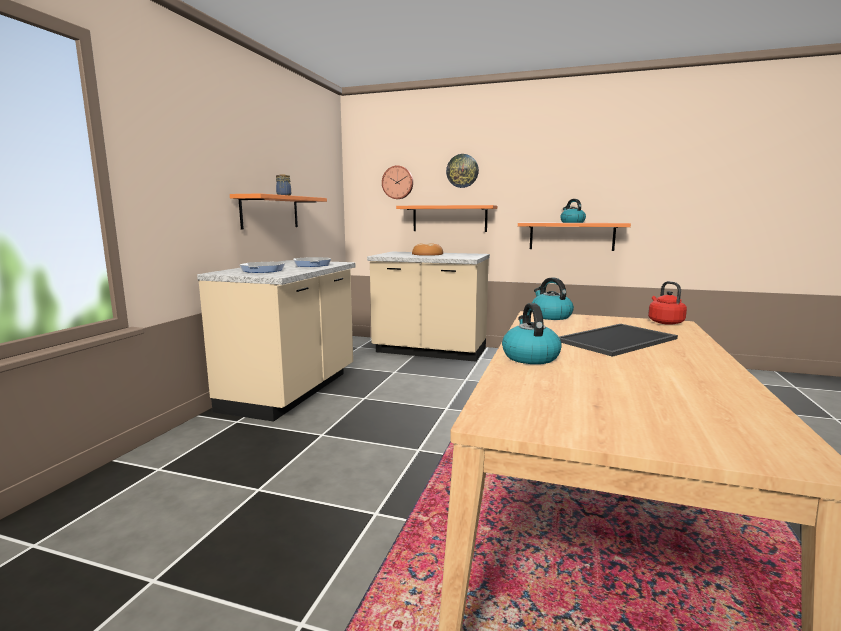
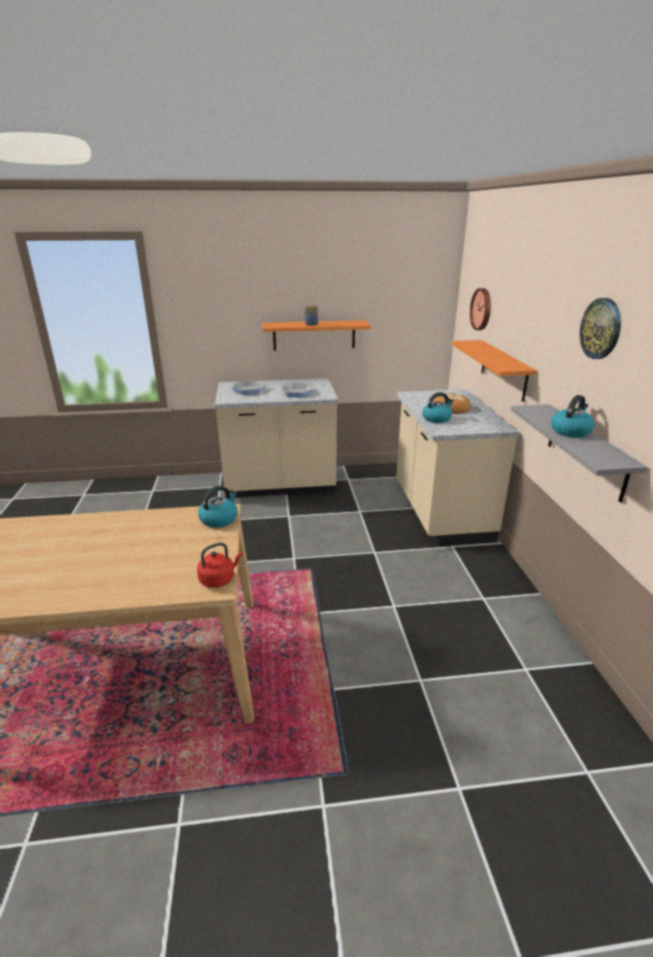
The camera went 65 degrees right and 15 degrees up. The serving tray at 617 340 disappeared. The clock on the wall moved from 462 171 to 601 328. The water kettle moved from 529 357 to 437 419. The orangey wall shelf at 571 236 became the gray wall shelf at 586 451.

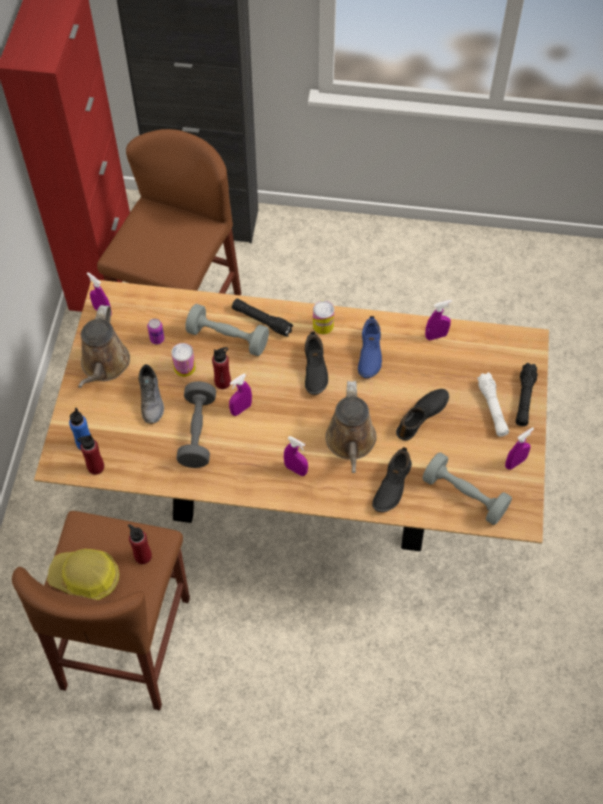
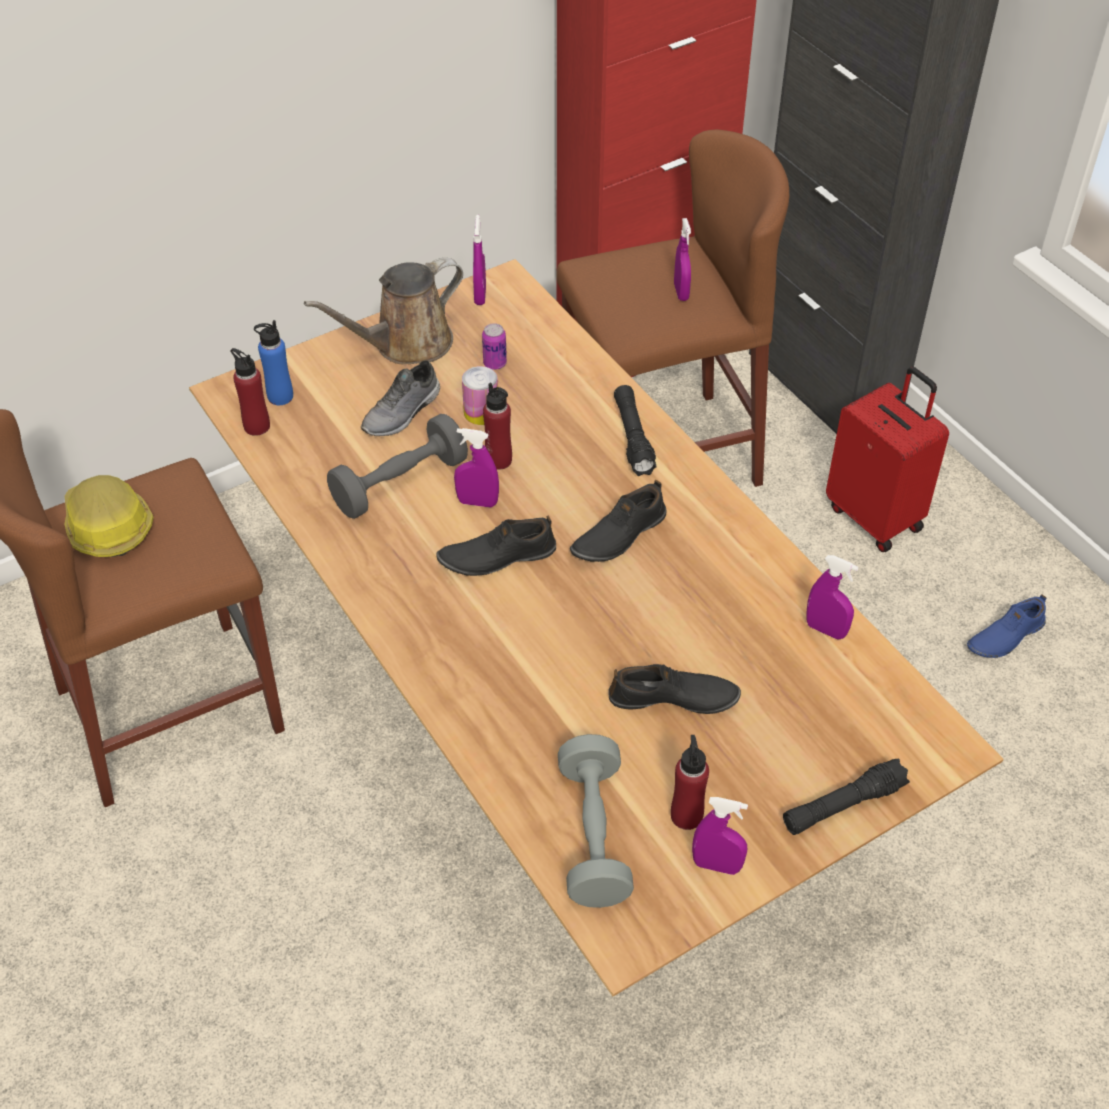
The camera went 50 degrees right and 10 degrees down. The gray dumbbell at 228 338 disappeared. The sealed can at 323 325 disappeared. The brown watering can at 351 443 disappeared. The whitish flashlight at 492 408 disappeared. The reddish travel case at 876 516 appeared. The reddish beverage bottle moved from 143 556 to 686 815. The purple-coloured spray bottle moved from 296 469 to 681 292. The blue low shoe moved from 369 354 to 1005 636. The black-coloured low shoe moved from 391 485 to 497 556.

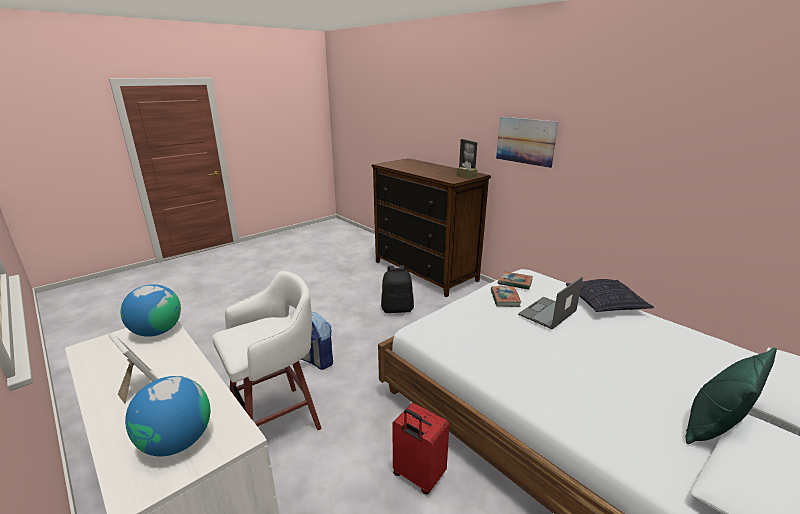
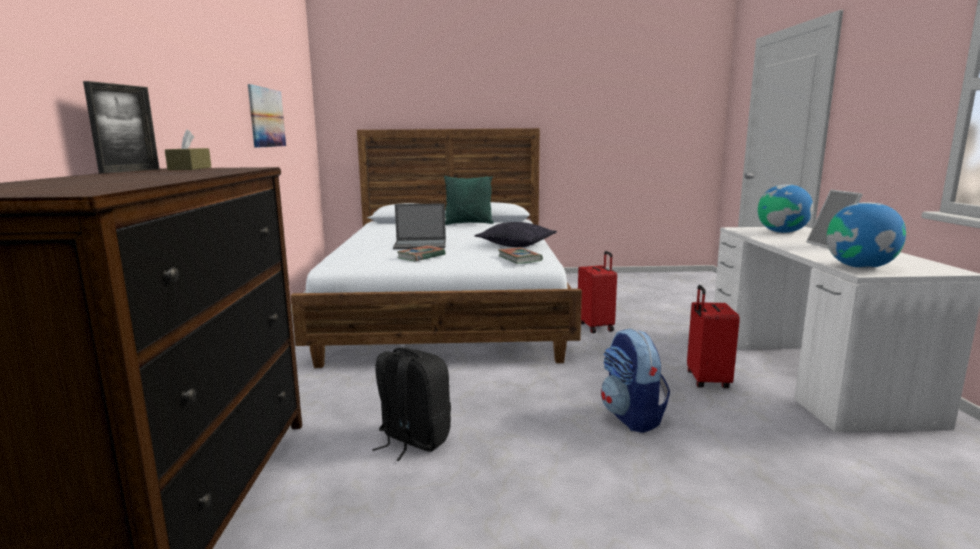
The camera went 140 degrees left and 10 degrees down. The picture moved from 525 141 to 267 117. The volume moved from 515 282 to 519 258. The cushion moved from 605 304 to 516 245. The whitish sitting stool at 278 421 was replaced by the reddish travel case at 706 380.

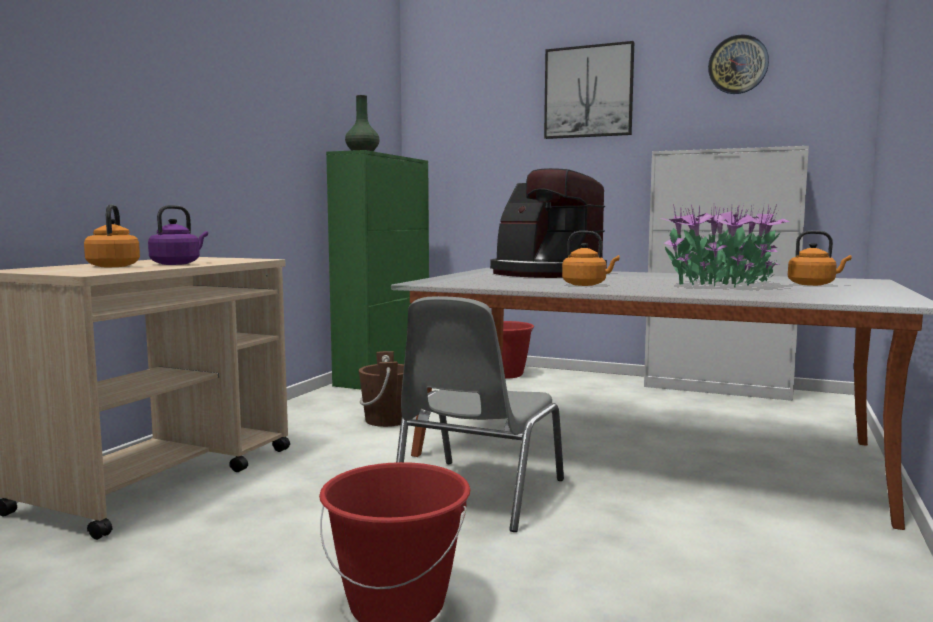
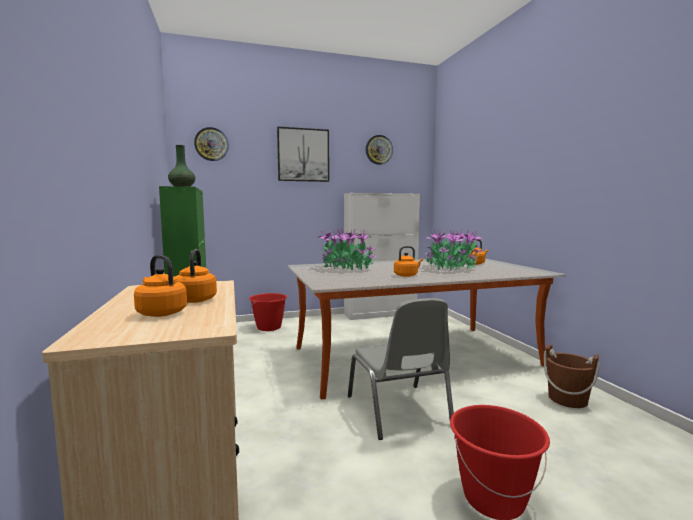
The camera went 40 degrees left and 0 degrees up. The clock on the wall at 211 144 appeared. The brown water bucket moved from 387 420 to 567 399. The coffee machine at 543 274 was replaced by the plant in a pot at 346 268. The purple-coloured water kettle at 177 264 became the orangey water kettle at 196 299.

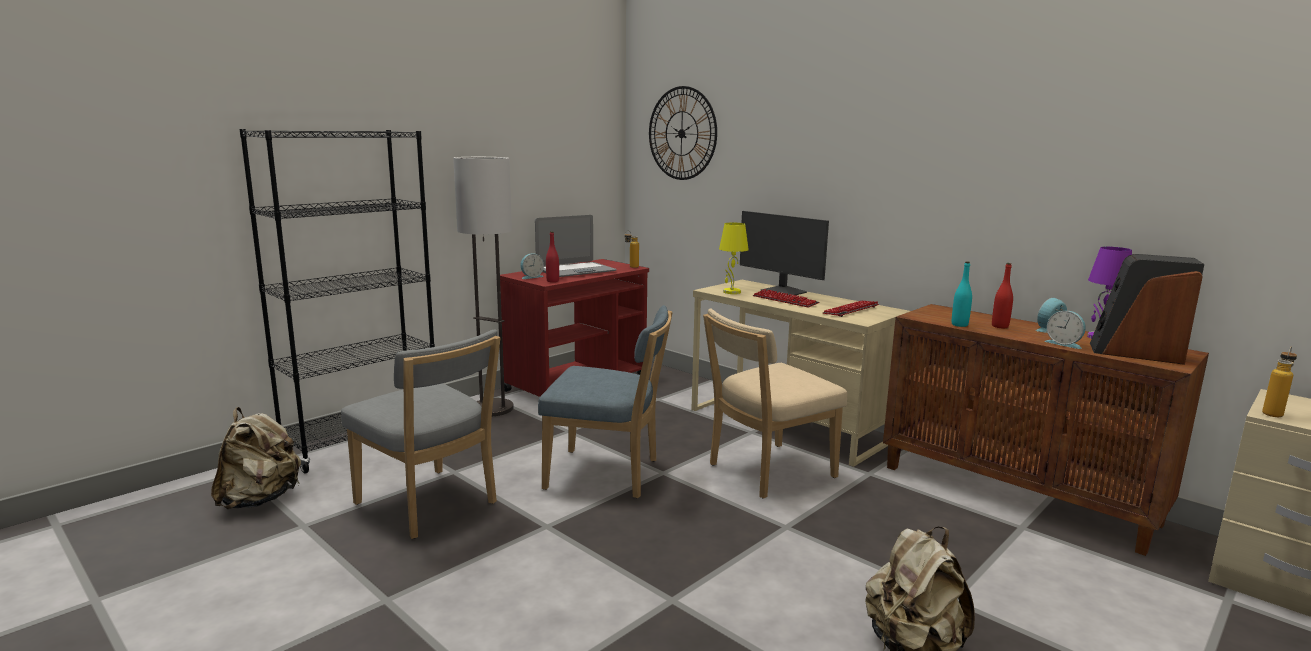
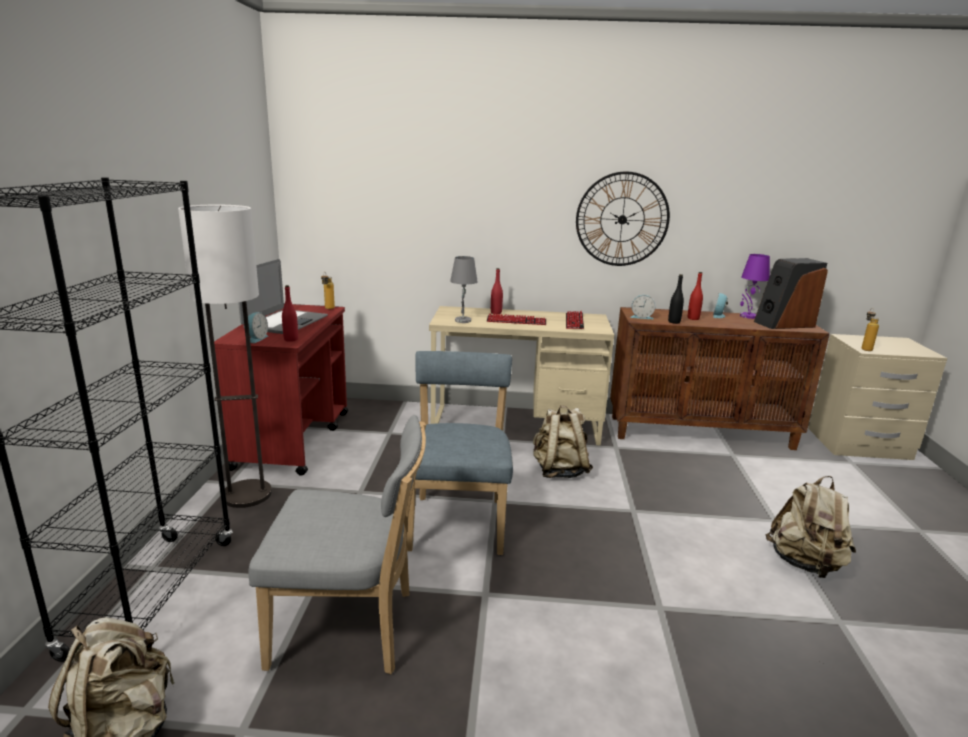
The camera went 40 degrees left and 5 degrees up. The clock on the wall moved from 682 133 to 622 219. The table clock moved from 1064 344 to 641 317. The beige-coloured plain chair at 766 472 was replaced by the beige-coloured knapsack at 559 471. The computer display at 783 291 was replaced by the reddish beverage bottle at 496 313. The yellowish tabletop lamp at 731 292 became the gray tabletop lamp at 463 321. The blue-green beverage bottle at 959 325 became the black-coloured beverage bottle at 674 322. The blue plain chair at 608 475 turned 60 degrees counterclockwise.

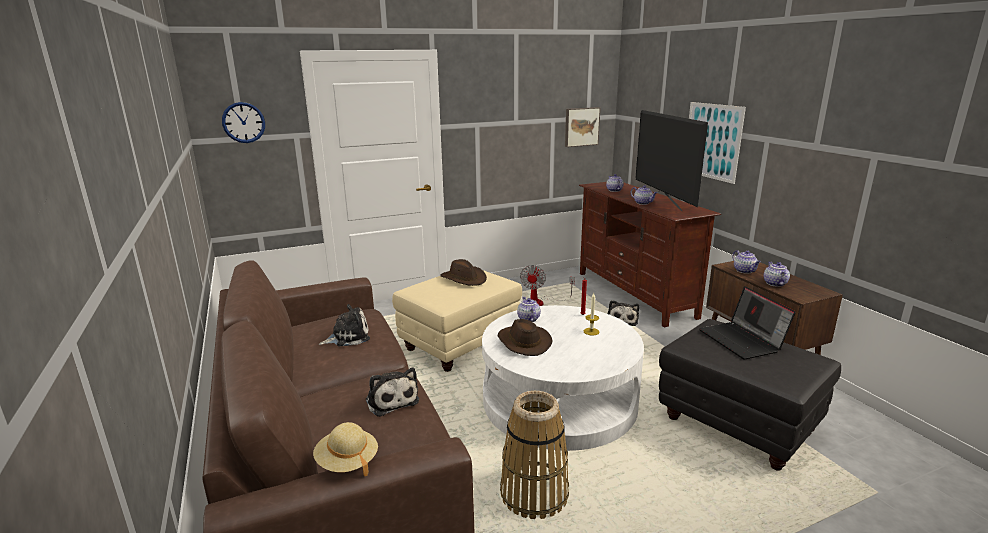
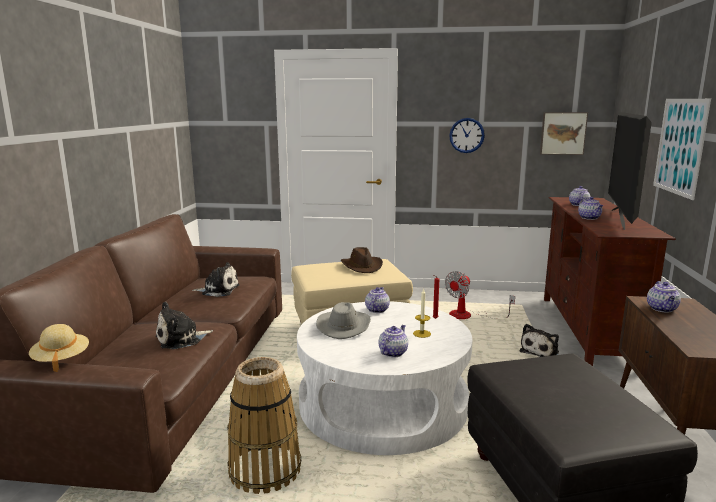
The camera went 30 degrees right and 5 degrees down. The laptop at 743 341 disappeared. The clock on the wall moved from 243 122 to 466 135. The tea pot moved from 774 283 to 393 352. The brown hat at 523 342 became the gray hat at 343 326. The soft toy at 391 400 turned 60 degrees clockwise.

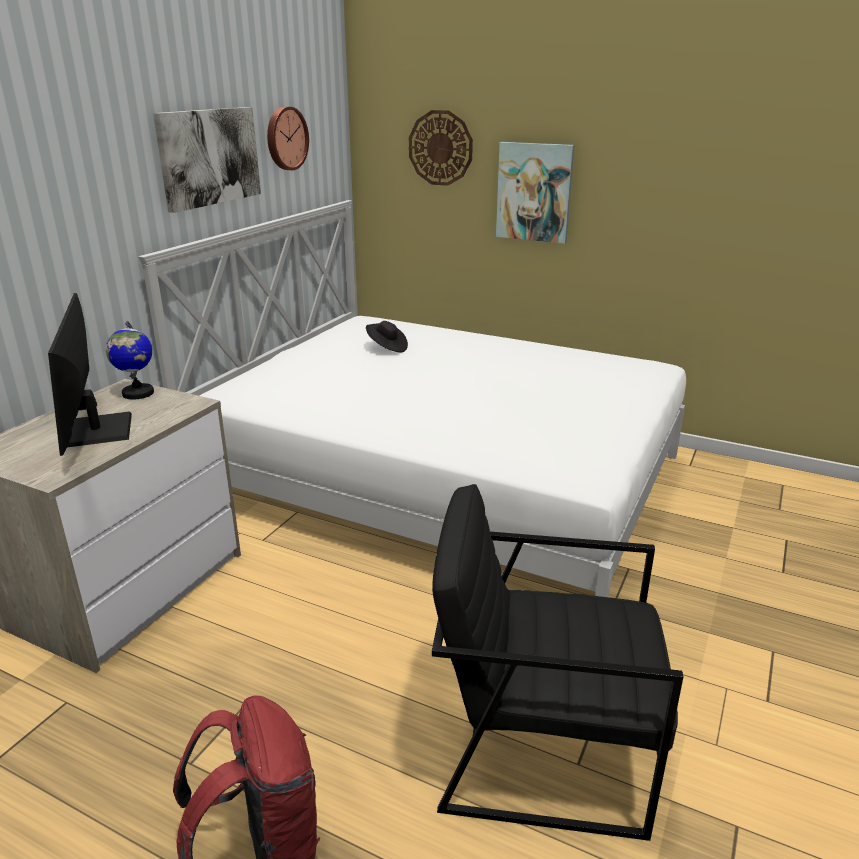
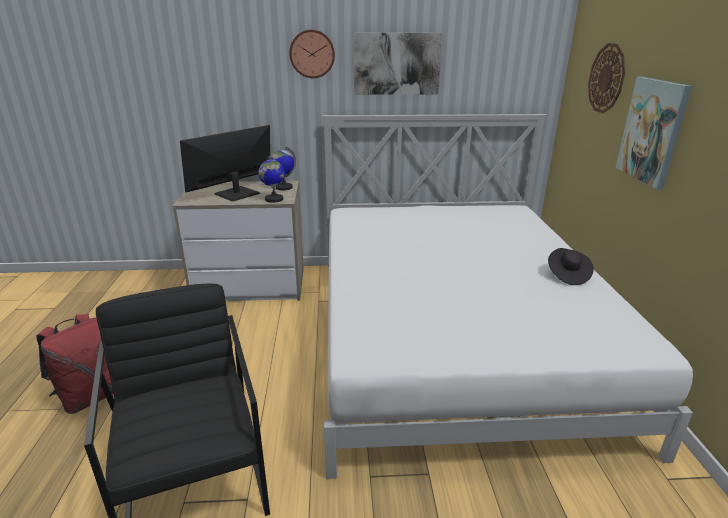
The camera went 60 degrees right and 0 degrees up. The world globe at 274 199 appeared. The clock on the wall moved from 285 138 to 312 54. The black-coloured hat moved from 387 348 to 567 275.

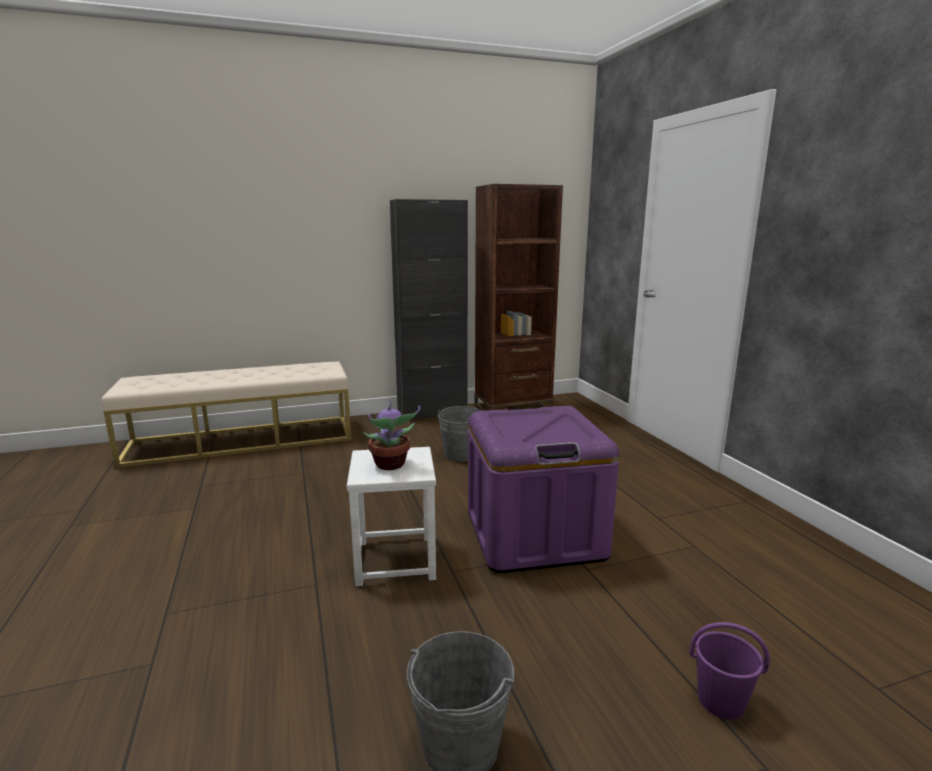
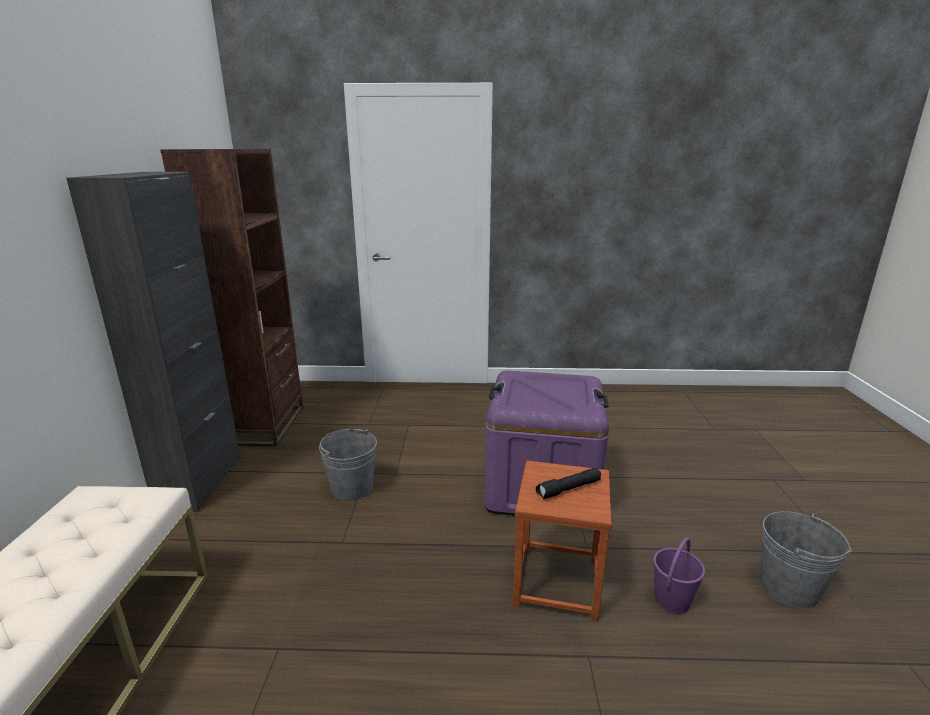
The camera went 70 degrees left and 5 degrees up. The purple-coloured water bucket moved from 721 701 to 672 600. The plant in a pot at 390 465 was replaced by the black-coloured flashlight at 568 489. The whitish sitting stool at 395 560 became the brown sitting stool at 558 582.

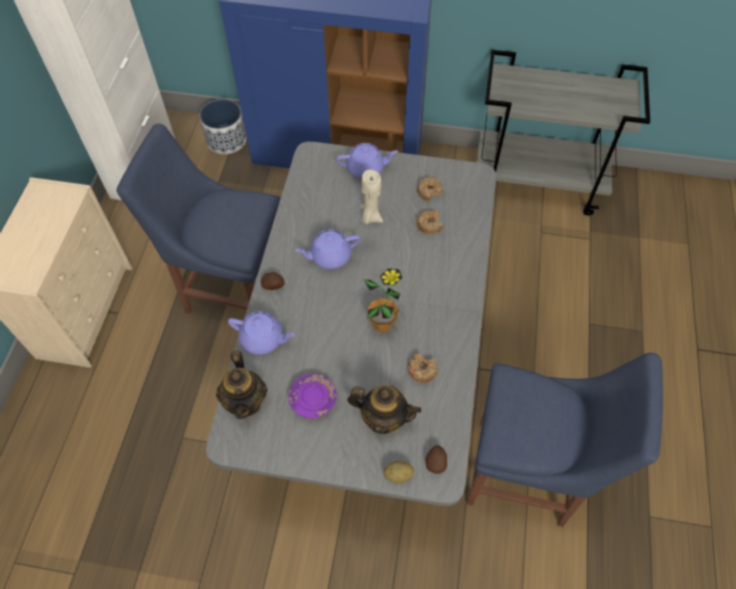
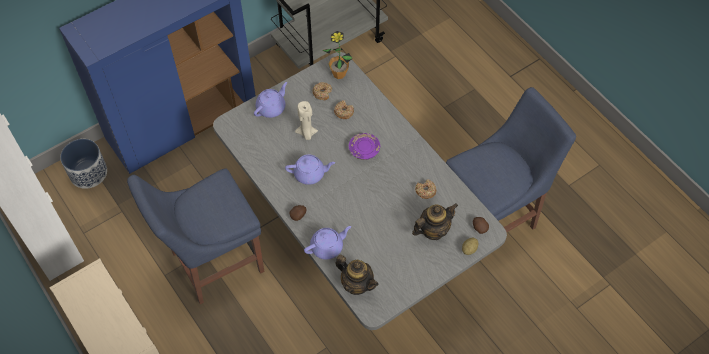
The camera went 45 degrees left and 0 degrees up. The purple-coloured flat dish moved from 313 399 to 364 150. The plant in a pot moved from 382 324 to 339 74. The purple-coloured tea pot at 329 256 turned 120 degrees counterclockwise.

